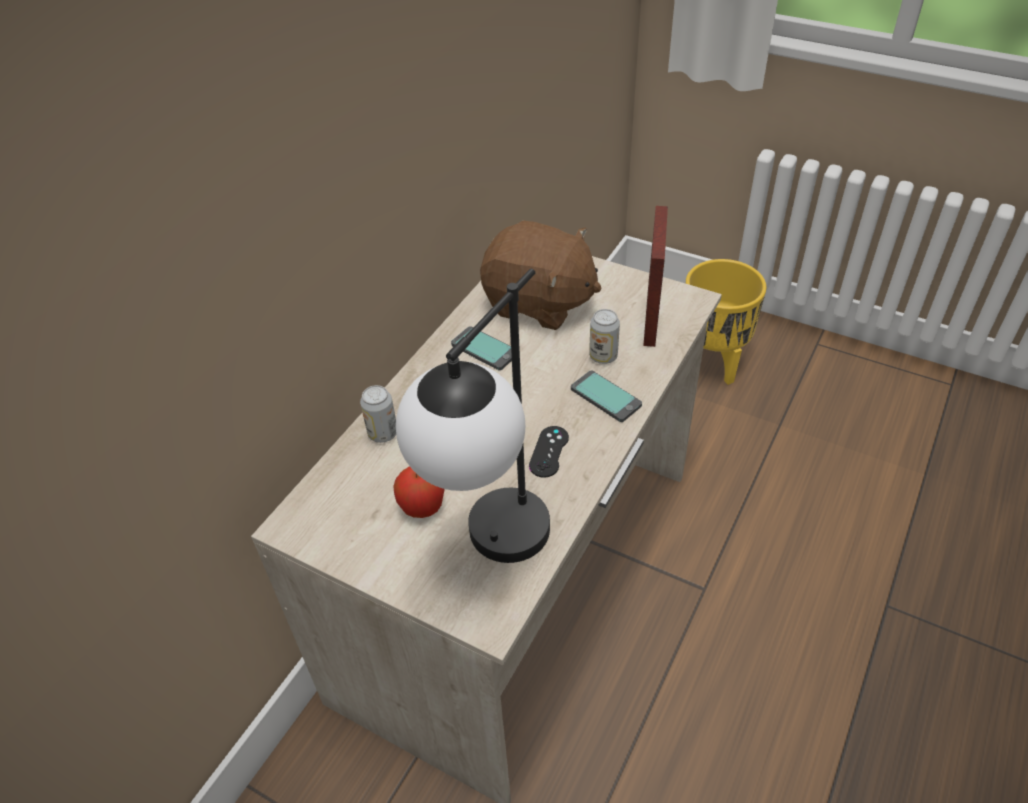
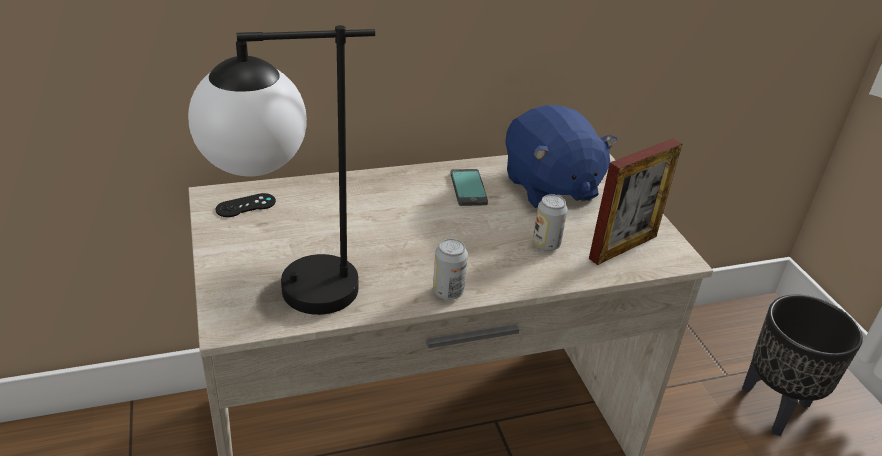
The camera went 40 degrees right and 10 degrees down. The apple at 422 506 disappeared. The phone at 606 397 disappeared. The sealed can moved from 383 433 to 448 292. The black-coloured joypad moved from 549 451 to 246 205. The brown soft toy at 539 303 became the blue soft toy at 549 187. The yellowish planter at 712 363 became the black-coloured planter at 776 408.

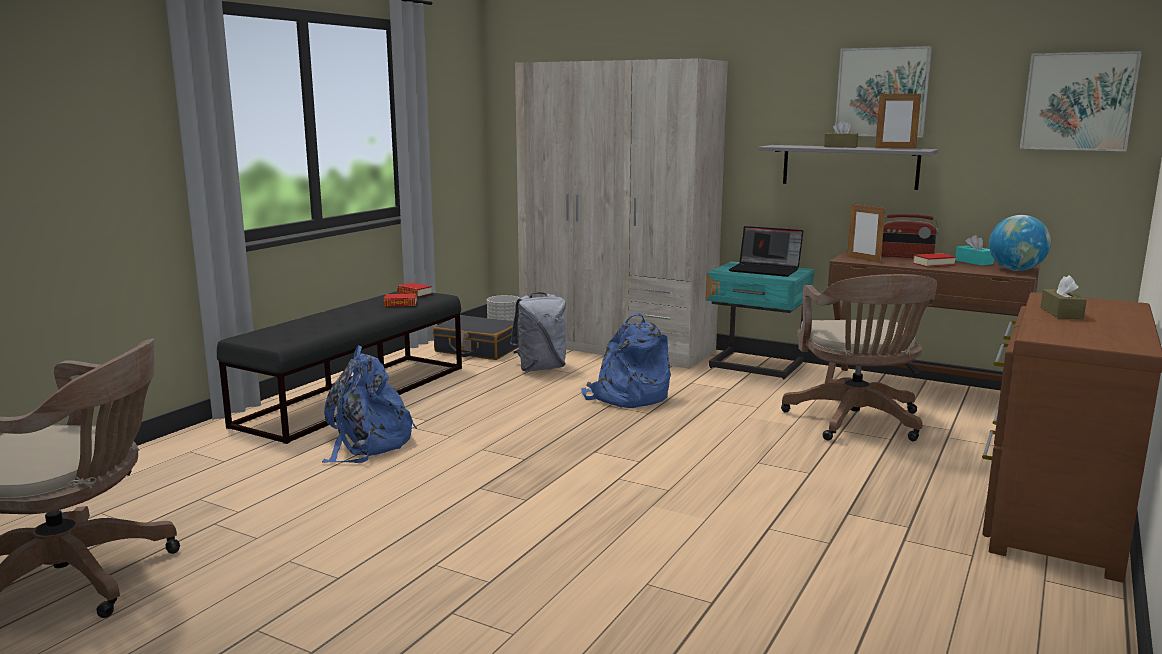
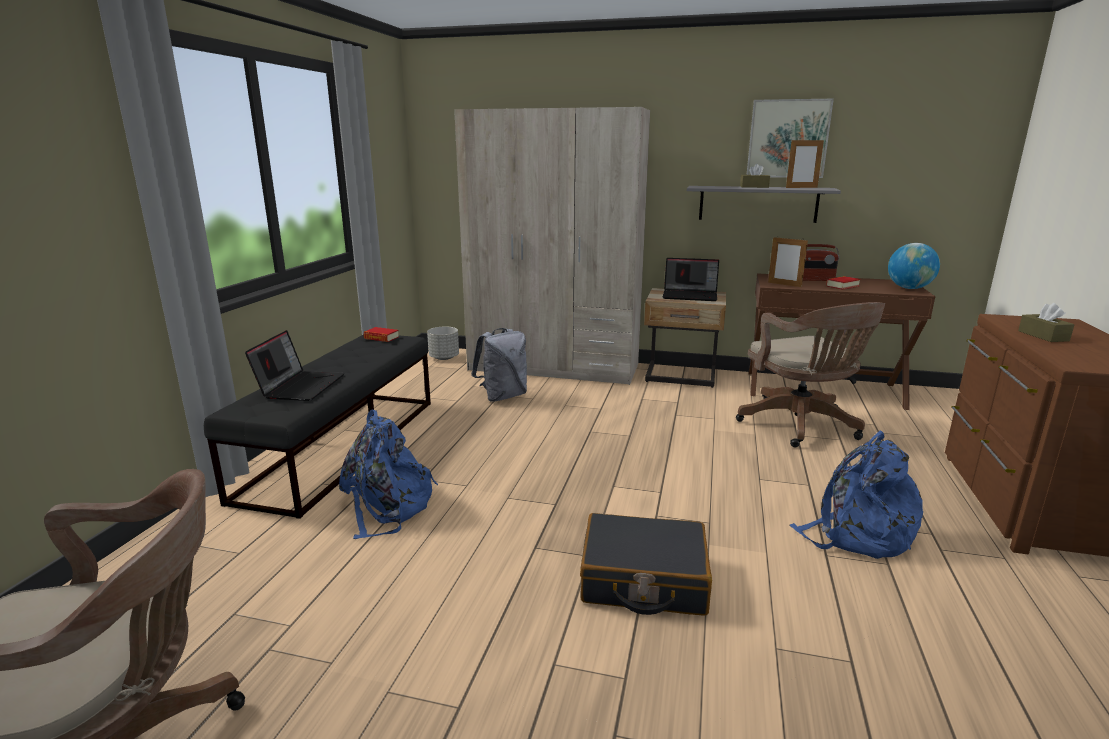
The camera went 15 degrees left and 5 degrees up. The volume at 400 304 disappeared. The blue-green box of tissues at 973 262 disappeared. The picture at 1078 101 disappeared. The laptop at 300 386 appeared. The black-coloured travel case moved from 478 349 to 643 580. The blue knapsack moved from 628 397 to 857 533. The blue-green nightstand at 756 366 became the beige-coloured nightstand at 681 377.

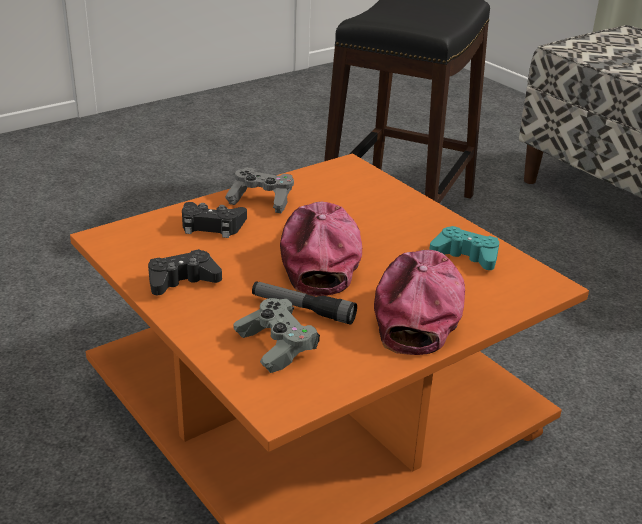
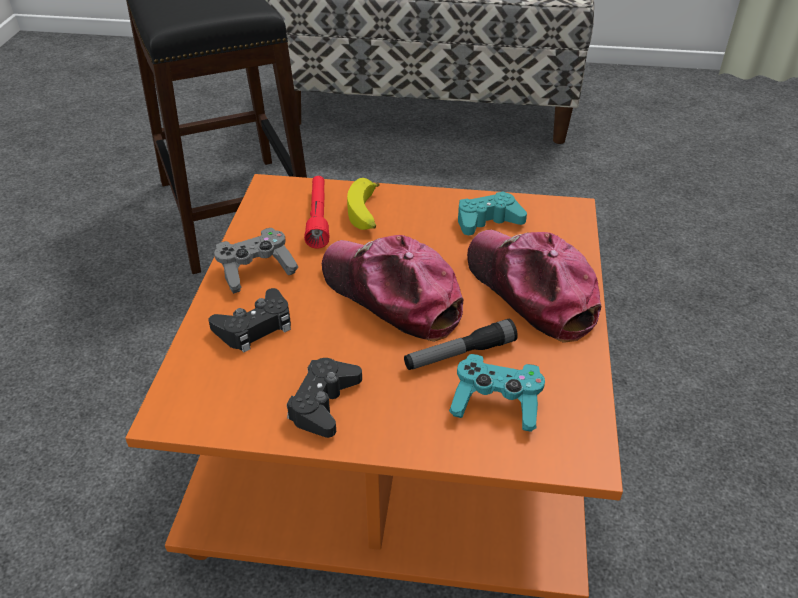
The camera went 45 degrees left and 10 degrees up. The reddish flashlight at 318 218 appeared. The banana at 366 213 appeared. The gray joypad at 276 346 became the blue-green joypad at 496 404.

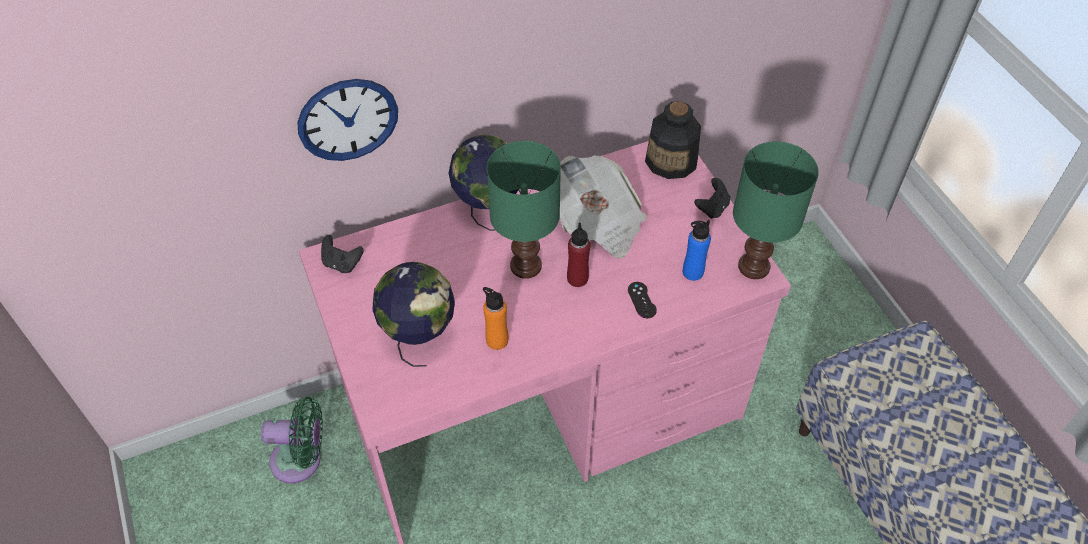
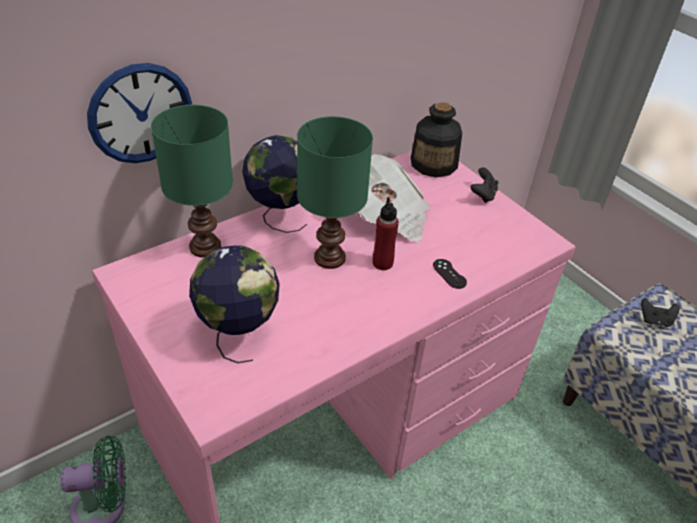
The camera went 15 degrees left and 10 degrees down. The orangey beverage bottle at 497 340 disappeared. The blue beverage bottle at 692 272 disappeared. The black-coloured joypad moved from 342 263 to 655 320. The green tabletop lamp moved from 754 267 to 206 248.

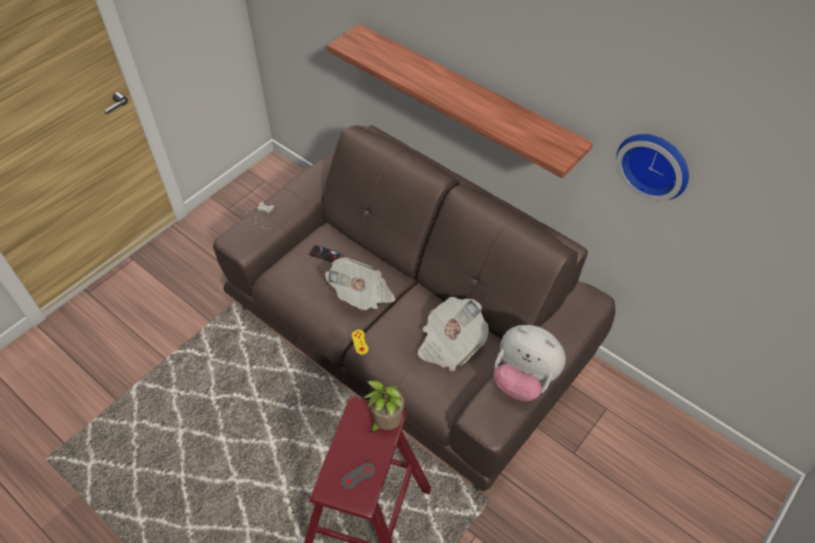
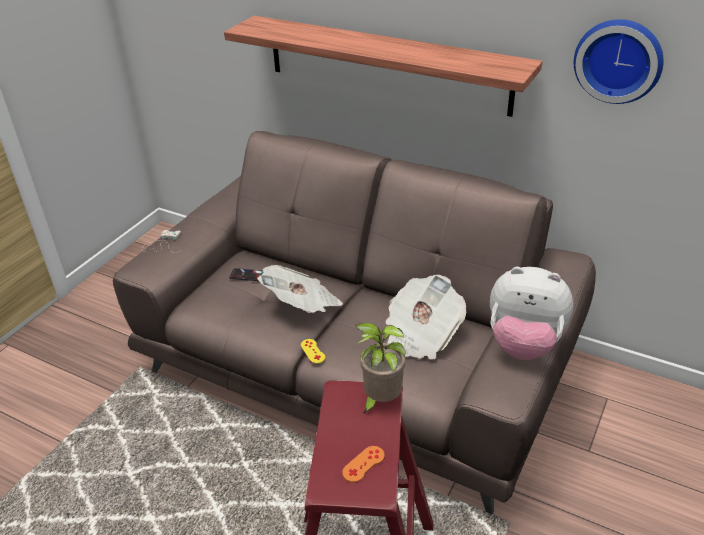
The camera went 10 degrees left and 15 degrees down. The gray joypad at 358 475 became the orangey joypad at 363 464.

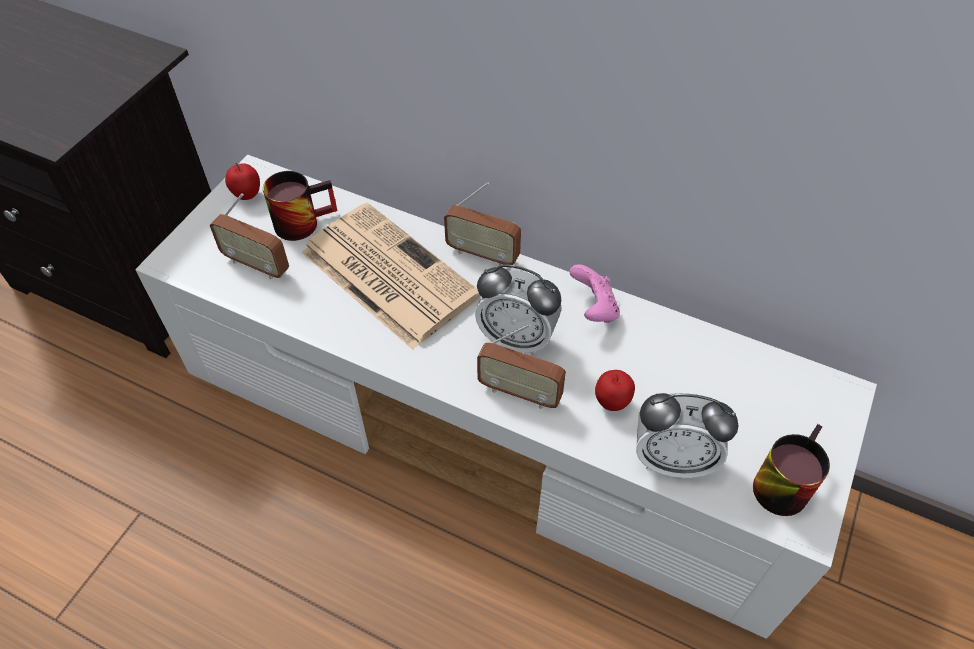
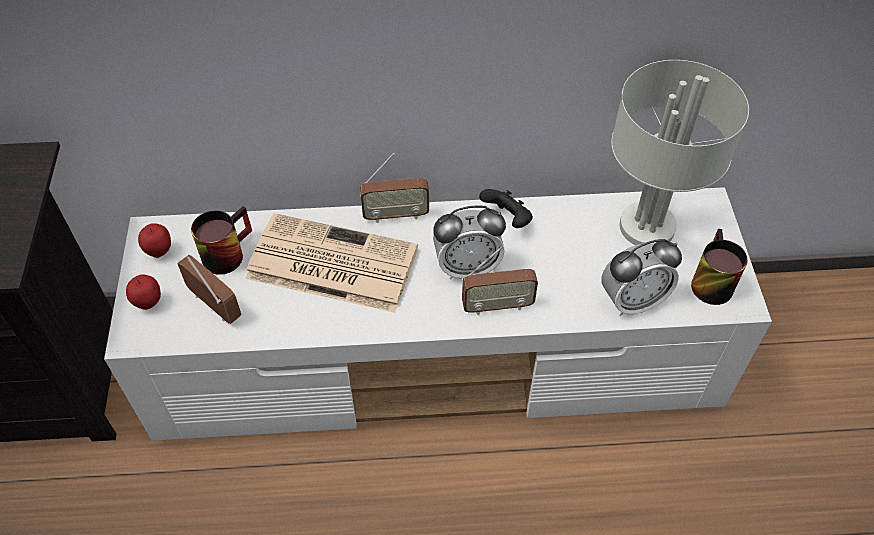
The camera went 30 degrees left and 0 degrees up. The gray tabletop lamp at 645 226 appeared. The apple moved from 611 403 to 149 304. The pinkish joypad at 594 309 became the black-coloured joypad at 507 219. The radio at 257 265 turned 135 degrees counterclockwise.

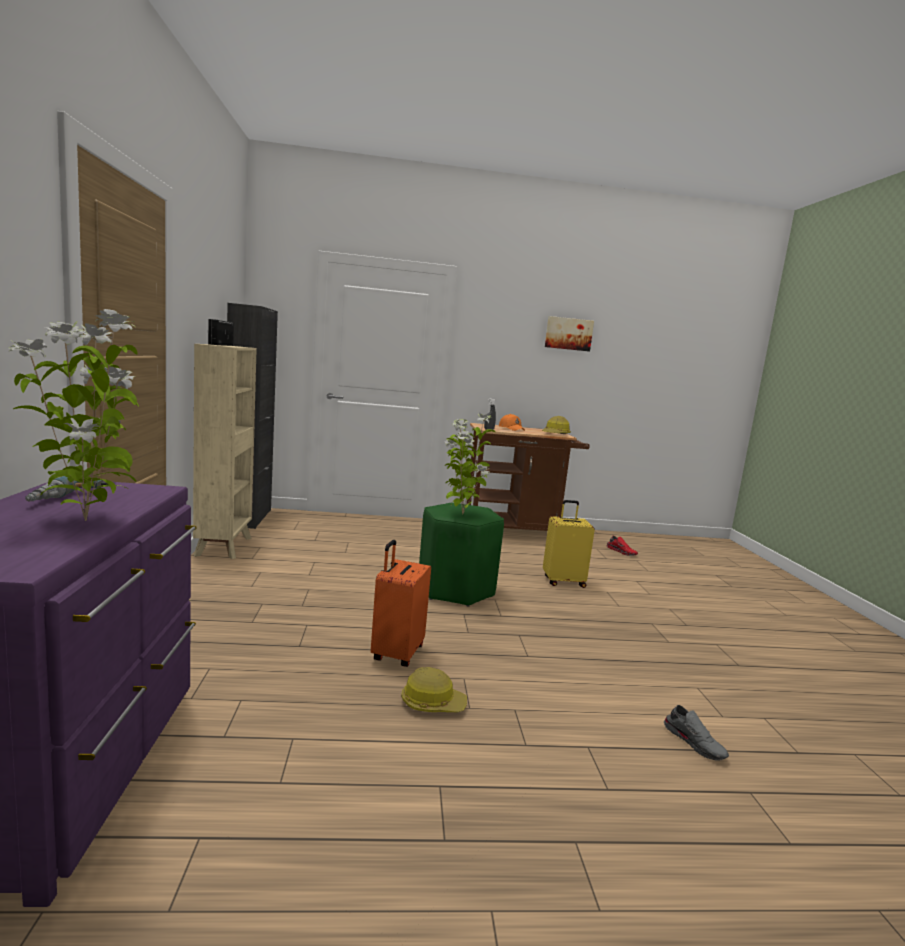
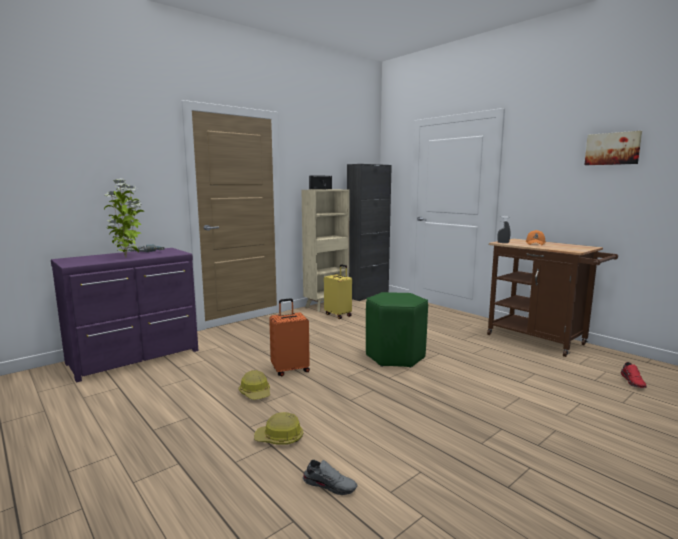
The camera went 55 degrees right and 0 degrees up. The plant in a pot at 461 514 disappeared. The hard hat moved from 555 434 to 279 438. The yellowish travel case moved from 563 581 to 338 315. The gray low shoe at 695 742 turned 90 degrees counterclockwise.

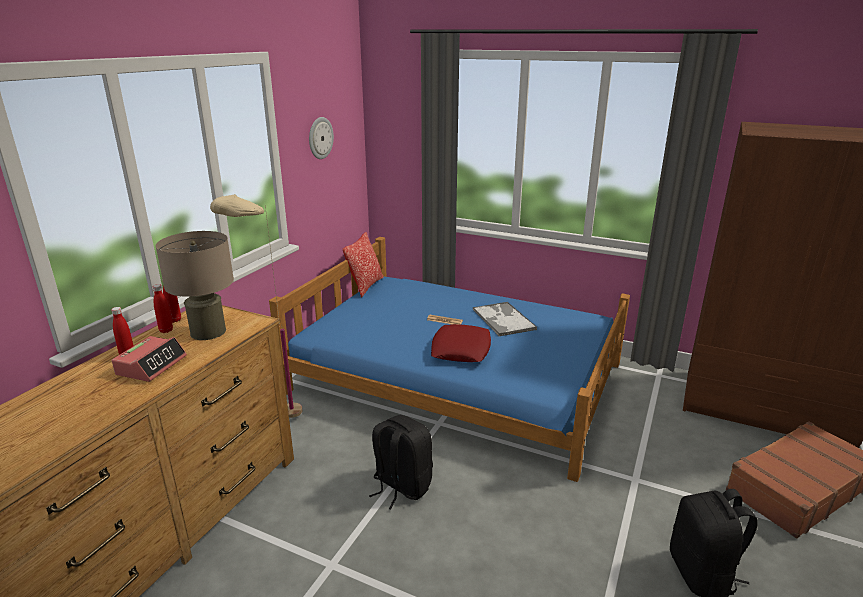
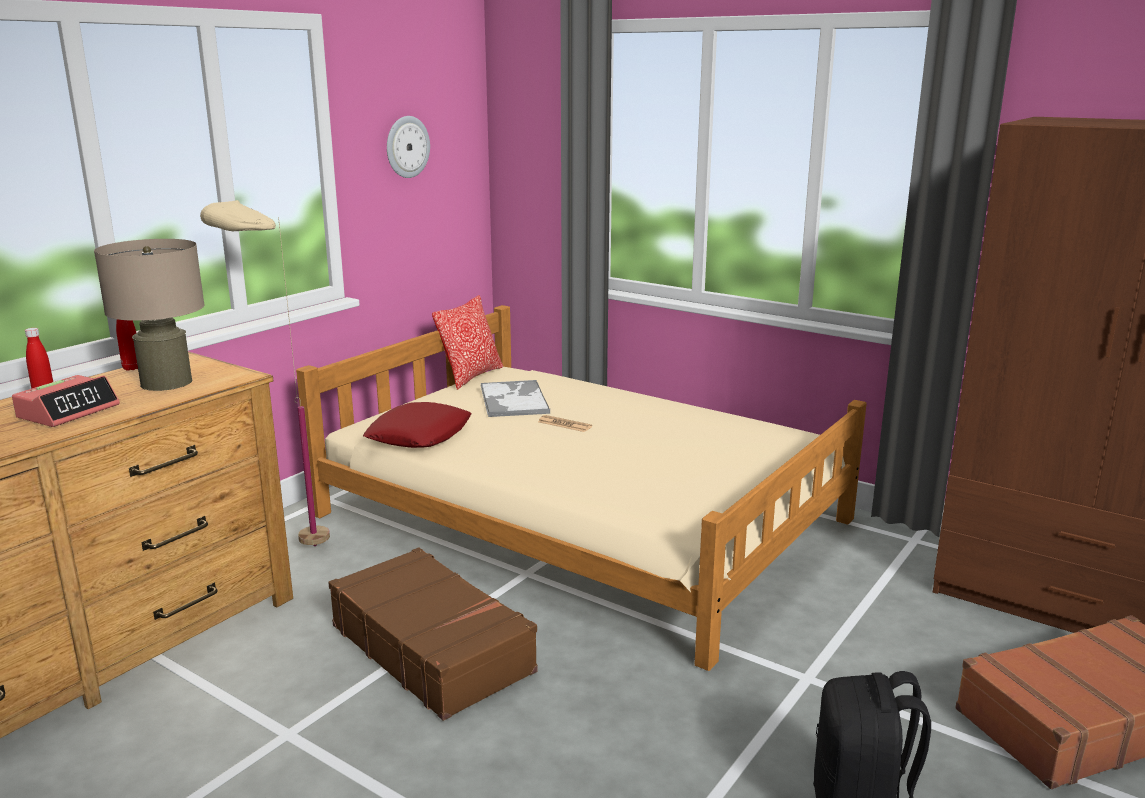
The camera went 10 degrees right and 5 degrees down. The reddish beverage bottle at 166 330 disappeared. The reddish cushion moved from 461 349 to 419 435. The serving tray moved from 503 319 to 513 399. The black-coloured knapsack at 401 486 was replaced by the brown travel case at 432 648. The blue bedroom bed at 458 377 became the beige-coloured bedroom bed at 583 517.

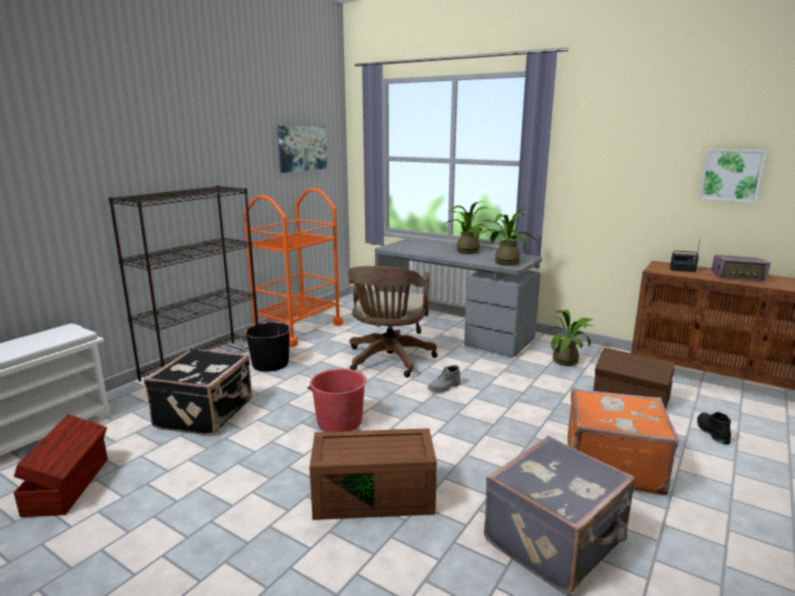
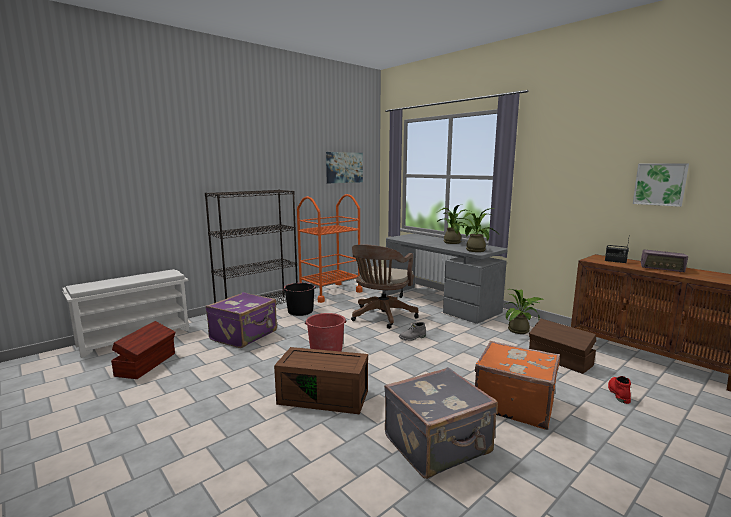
The camera went 15 degrees right and 5 degrees down. The black-coloured travel case at 206 413 became the purple-coloured travel case at 245 335. The black-coloured boot at 711 432 became the reddish boot at 618 393.

